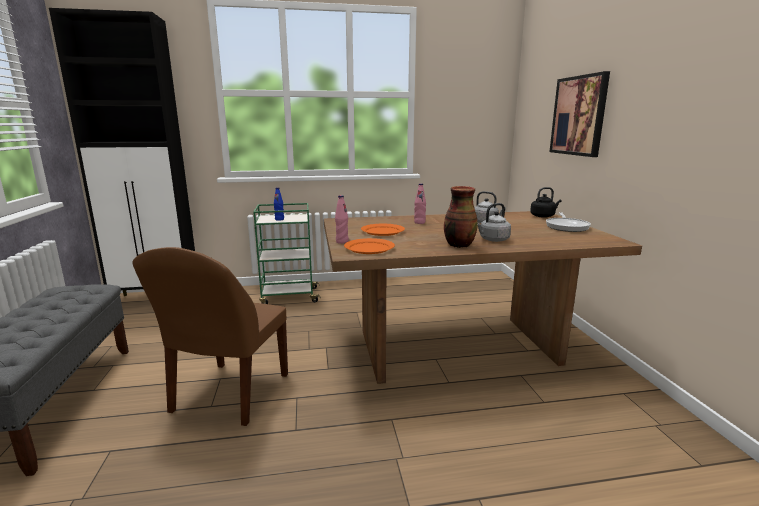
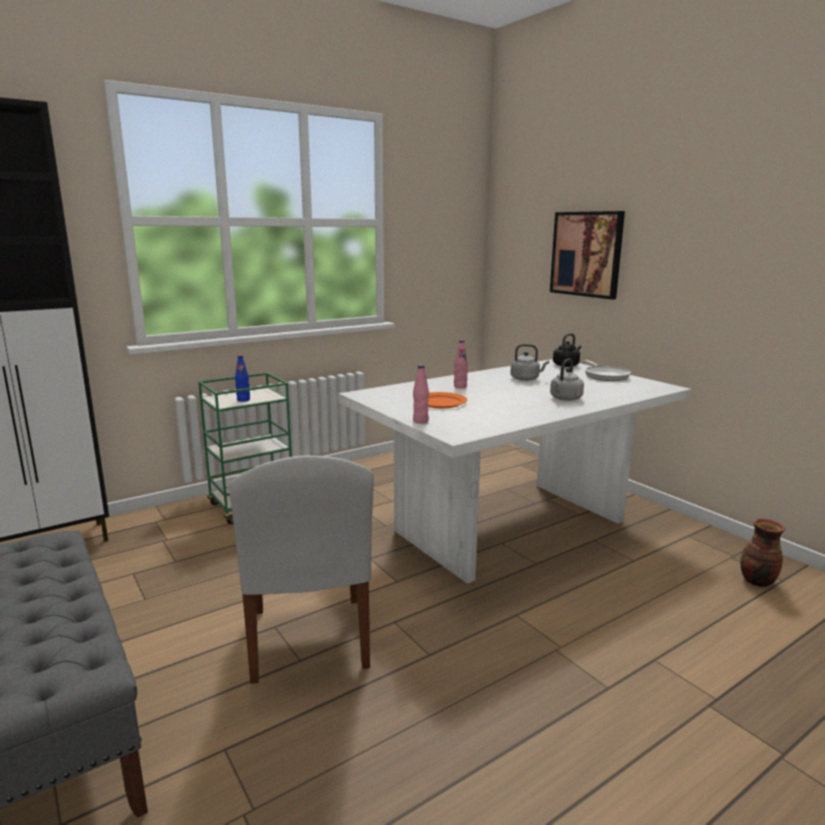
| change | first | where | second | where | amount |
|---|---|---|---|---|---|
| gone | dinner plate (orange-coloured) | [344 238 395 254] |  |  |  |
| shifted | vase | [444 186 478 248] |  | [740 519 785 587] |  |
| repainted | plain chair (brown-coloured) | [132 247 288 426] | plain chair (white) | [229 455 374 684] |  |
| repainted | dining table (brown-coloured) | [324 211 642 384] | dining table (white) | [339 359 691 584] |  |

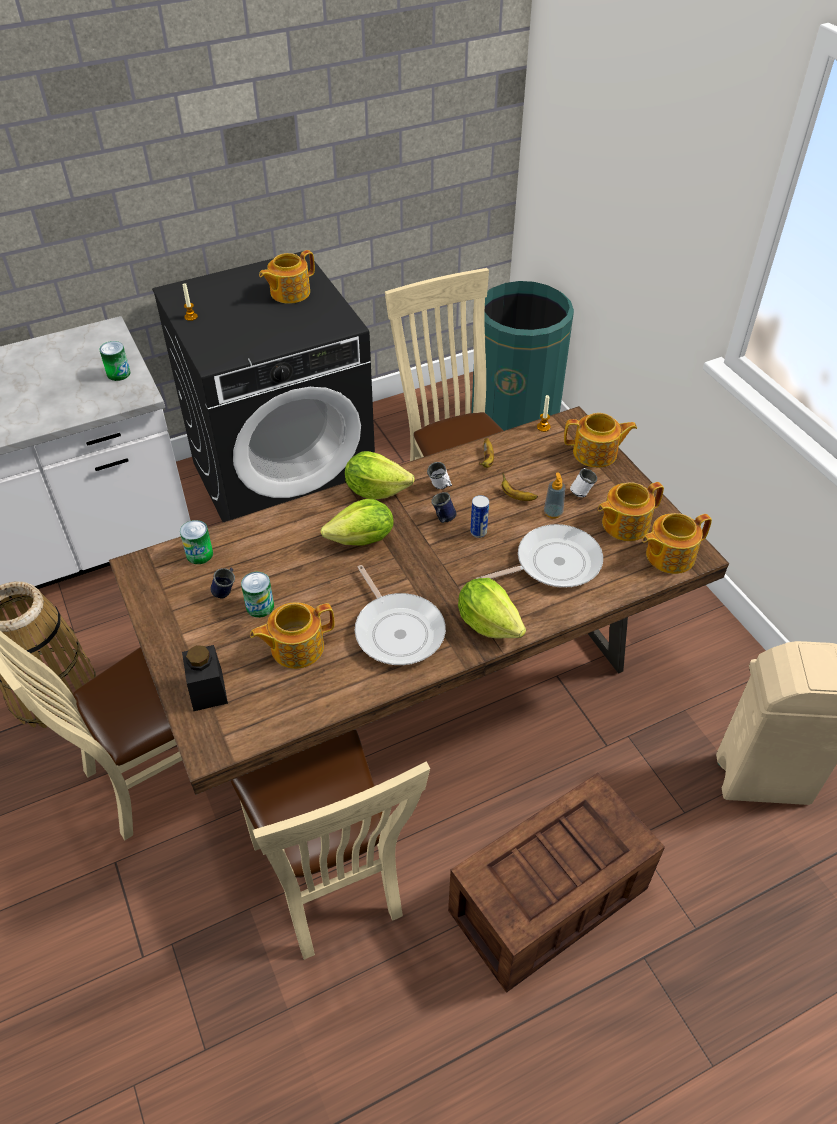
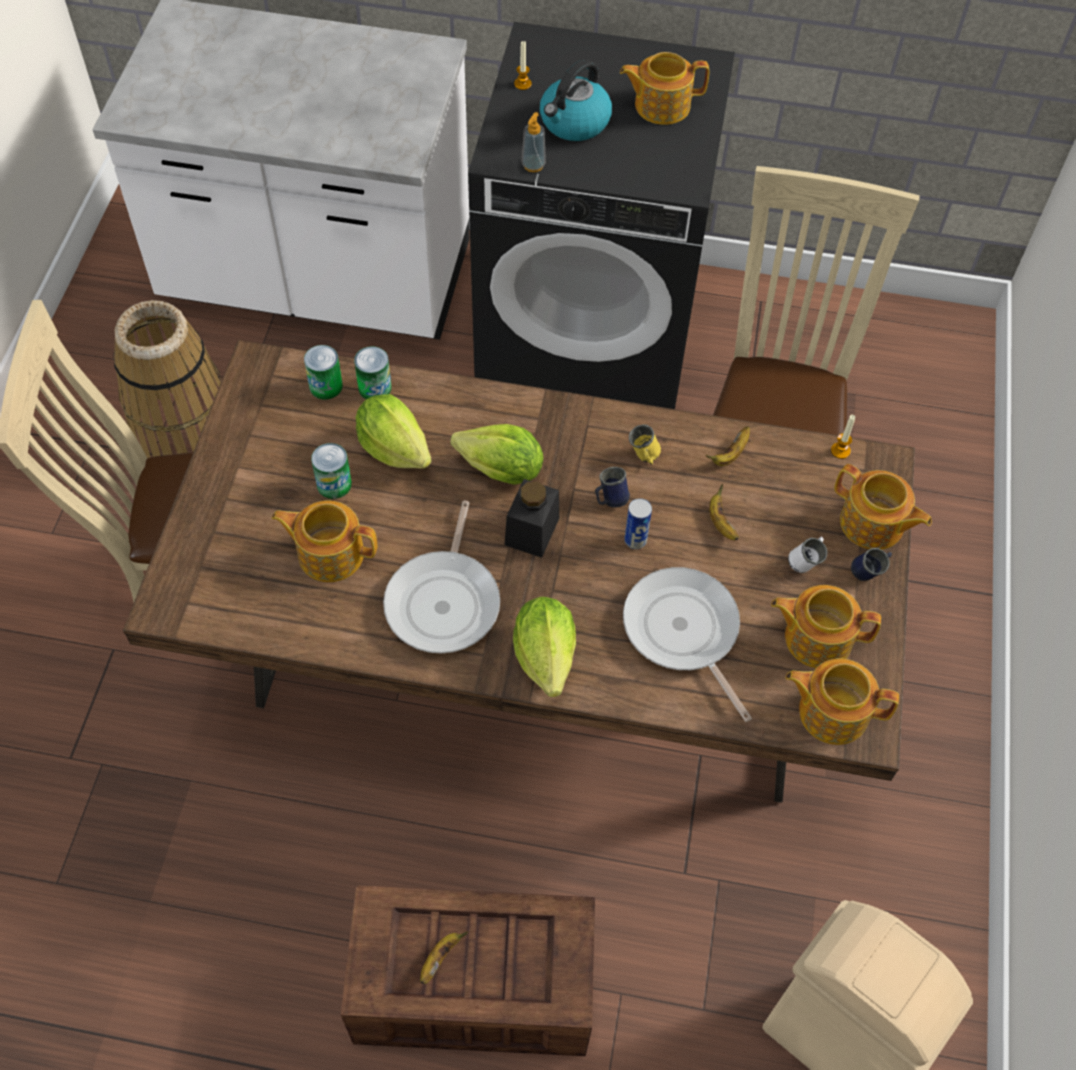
| change | first | where | second | where | amount |
|---|---|---|---|---|---|
| gone | plain chair (beige-coloured) | [231 729 430 960] |  |  |  |
| gone | trash can (green-coloured) | [471 281 574 431] |  |  |  |
| new |  |  | whole banana | [420 931 468 984] |  |
| new |  |  | water kettle | [540 59 612 141] |  |
| shifted | sealed can | [99 341 131 381] |  | [354 346 392 399] |  |
| shifted | storage jar (black) | [182 645 228 711] |  | [505 479 559 558] |  |
| shifted | mug (bluish) | [211 568 235 598] |  | [851 548 892 581] |  |
| shifted | head of lettuce | [345 451 415 499] |  | [356 394 432 468] |  |
| shifted | soap dispenser | [544 472 565 519] |  | [522 112 546 172] |  |
| repainted | mug (white) | [427 462 452 489] | mug (yellow-coloured) | [629 424 661 464] |  |
| rotated | skillet | [476 524 603 588] |  | [623 567 752 722] | 135 degrees counterclockwise |

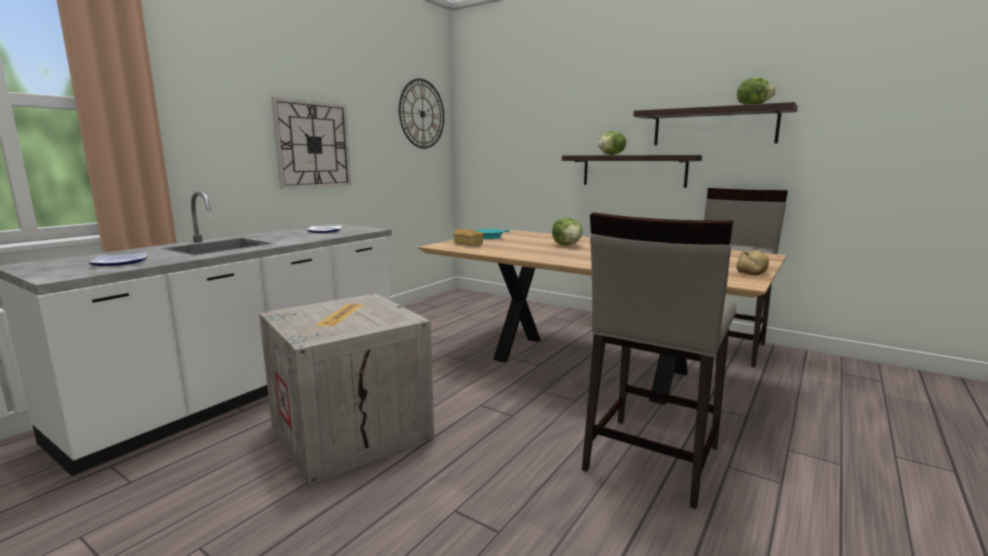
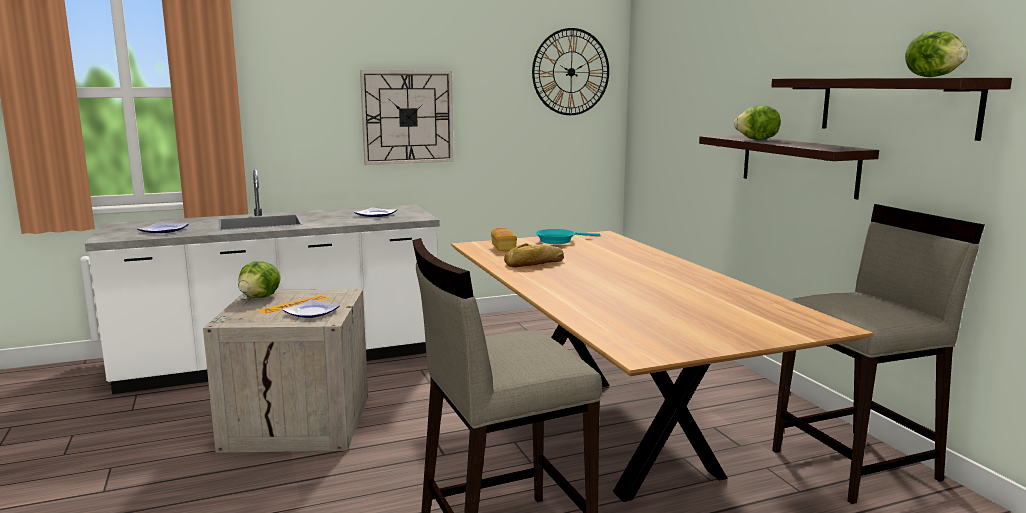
| change | first | where | second | where | amount |
|---|---|---|---|---|---|
| new |  |  | dinner plate | [283 299 340 318] |  |
| shifted | head of lettuce | [552 218 582 245] |  | [238 261 281 298] |  |
| shifted | bread | [737 251 769 275] |  | [504 243 564 267] |  |

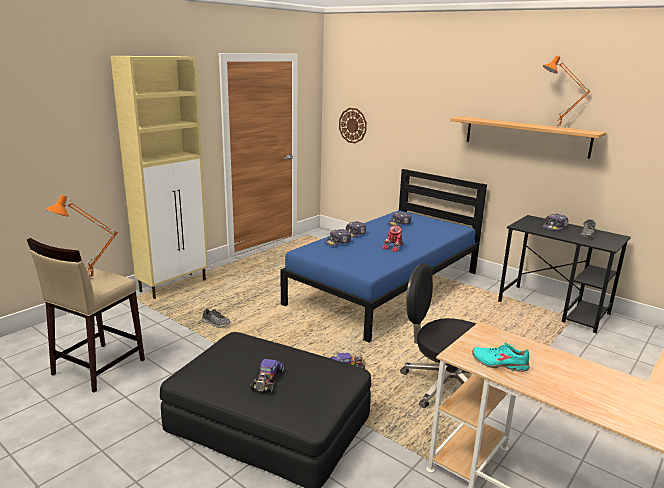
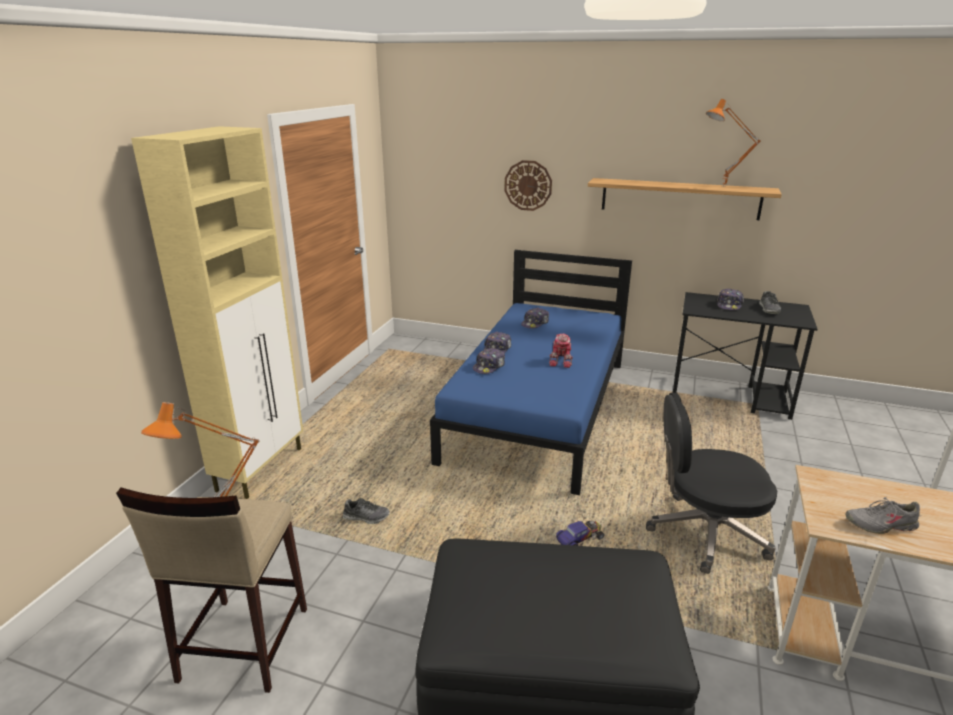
| change | first | where | second | where | amount |
|---|---|---|---|---|---|
| gone | toy car | [250 359 284 392] |  |  |  |
| shifted | clock on the wall | [339 108 367 143] |  | [504 160 552 211] |  |
| repainted | item of footwear (turquoise) | [472 343 529 372] | item of footwear (grey) | [845 497 920 534] |  |

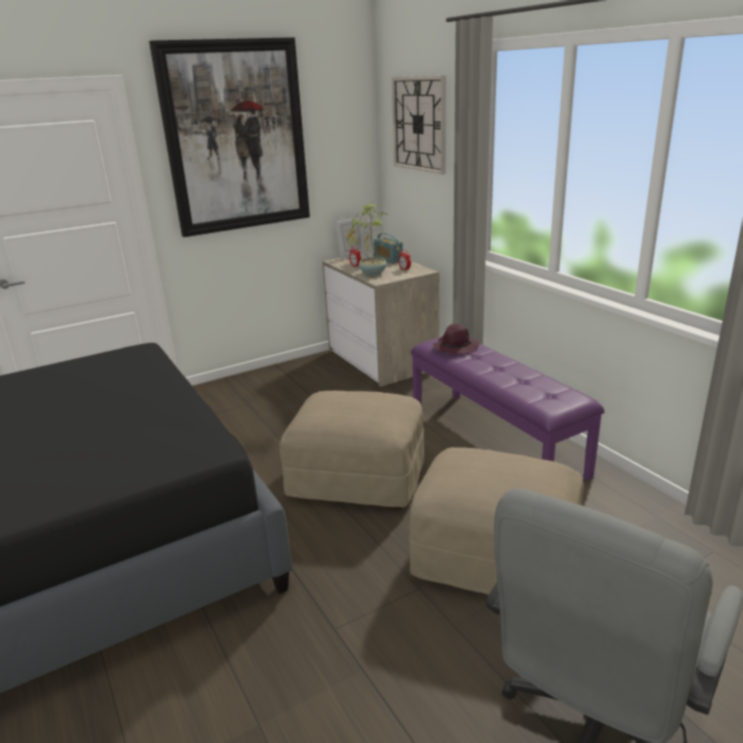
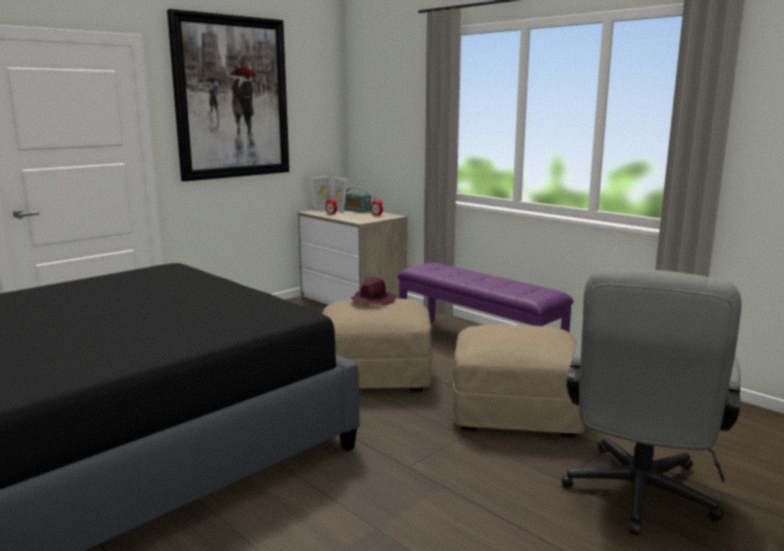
| change | first | where | second | where | amount |
|---|---|---|---|---|---|
| gone | houseplant | [350 202 388 276] |  |  |  |
| gone | clock on the wall | [392 76 446 174] |  |  |  |
| shifted | wearable hat (purple) | [433 324 479 354] |  | [351 277 396 305] |  |

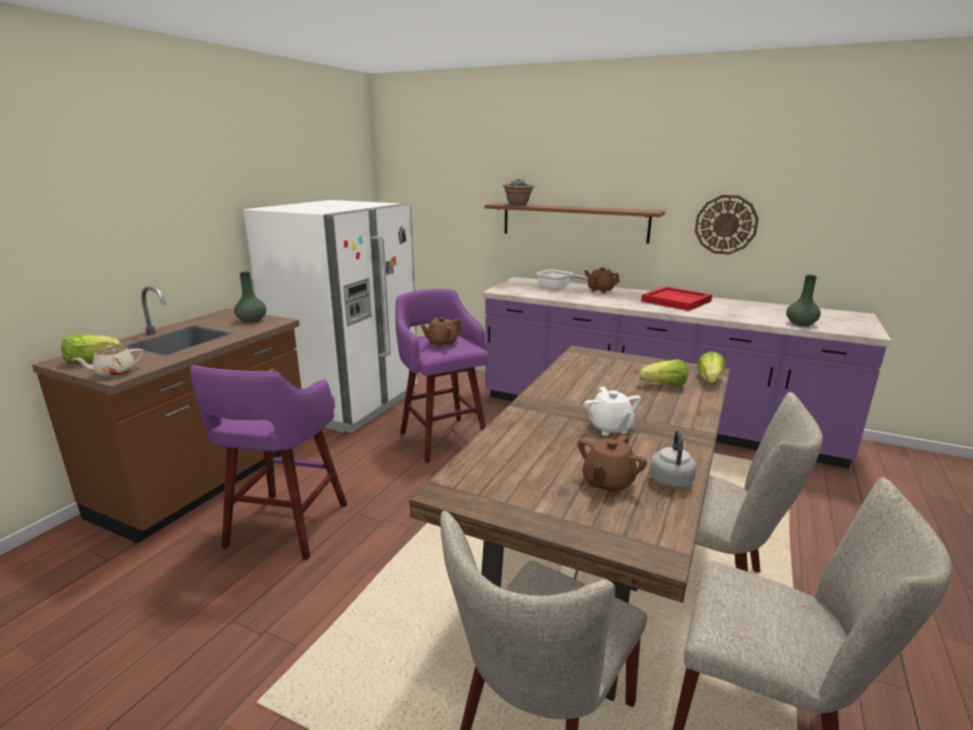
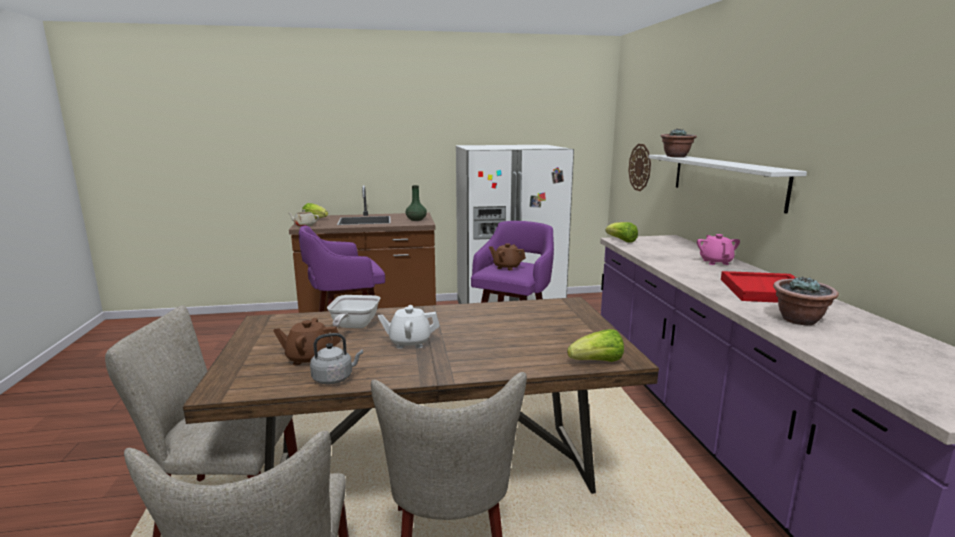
| change | first | where | second | where | amount |
|---|---|---|---|---|---|
| gone | vase (green-coloured) | [786 275 821 326] |  |  |  |
| new |  |  | houseplant | [773 277 839 325] |  |
| shifted | skillet | [536 269 588 290] |  | [327 295 380 328] |  |
| shifted | head of lettuce | [639 359 688 386] |  | [606 222 638 243] |  |
| shifted | clock on the wall | [695 195 759 255] |  | [628 144 651 191] |  |
| repainted | bracket shelf (brown-coloured) | [484 203 665 244] | bracket shelf (white) | [648 155 807 214] |  |
| repainted | pot for tea (brown-coloured) | [584 267 620 293] | pot for tea (pink-coloured) | [697 234 740 265] |  |
| rotated | pot for tea (white) | [584 387 641 436] |  | [378 305 440 349] | 45 degrees clockwise |

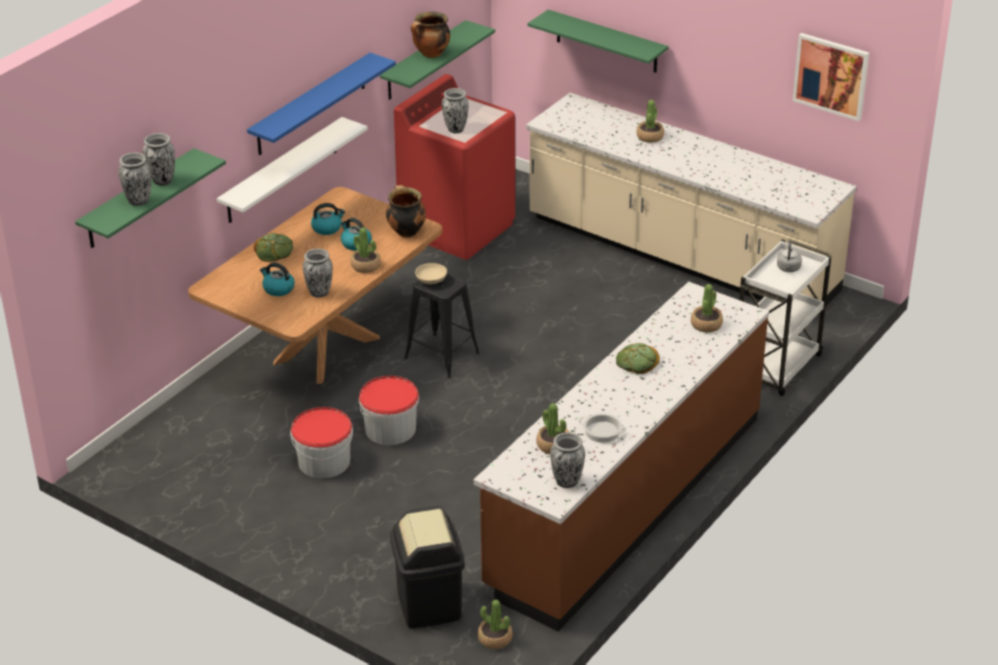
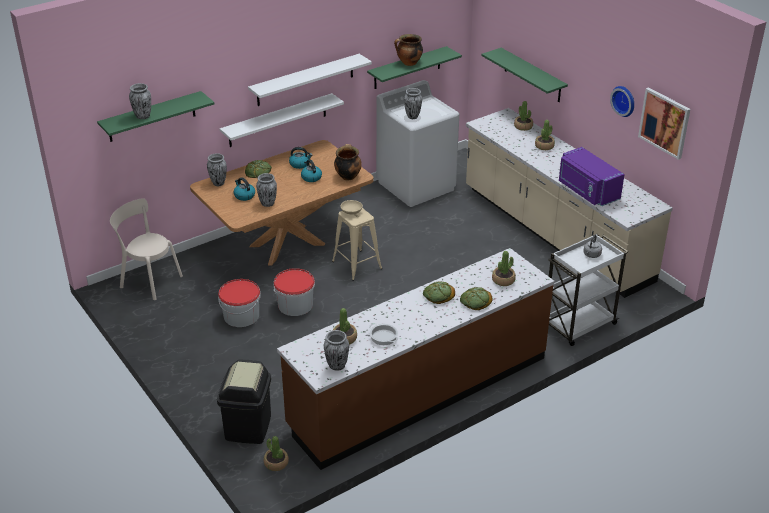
| change | first | where | second | where | amount |
|---|---|---|---|---|---|
| new |  |  | plain chair (beige-coloured) | [110 198 183 300] |  |
| new |  |  | bread | [460 287 493 310] |  |
| new |  |  | kitchen microwave (purple) | [559 147 625 206] |  |
| new |  |  | clock on the wall | [610 86 634 117] |  |
| shifted | vase | [143 133 175 186] |  | [207 153 227 186] |  |
| shifted | houseplant | [351 227 381 273] |  | [514 101 533 131] |  |
| repainted | bracket shelf (bluish) | [247 53 396 155] | bracket shelf (white) | [248 54 372 106] |  |
| repainted | washing machine (reddish) | [394 74 515 260] | washing machine (white) | [376 80 459 207] |  |
| repainted | stool seat (black) | [404 274 480 378] | stool seat (beige-coloured) | [332 208 382 281] |  |

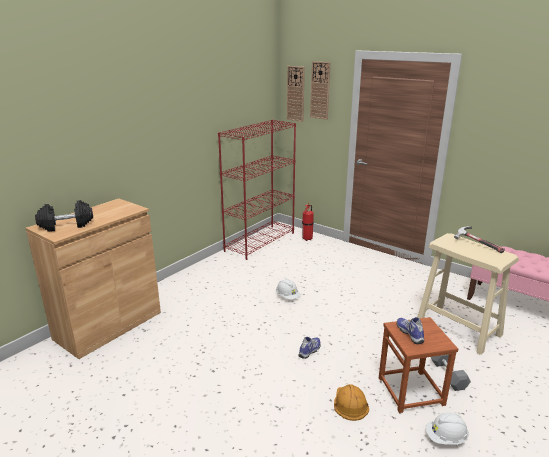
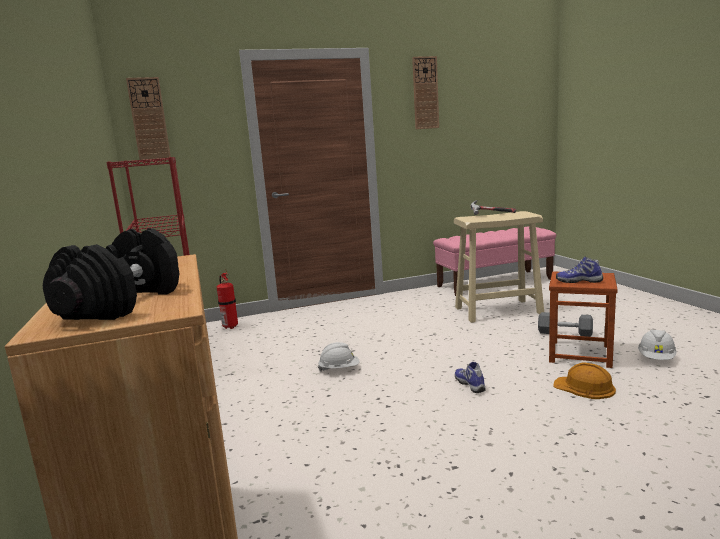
| change | first | where | second | where | amount |
|---|---|---|---|---|---|
| shifted | clock on the wall | [310 61 330 120] |  | [412 56 439 129] |  |

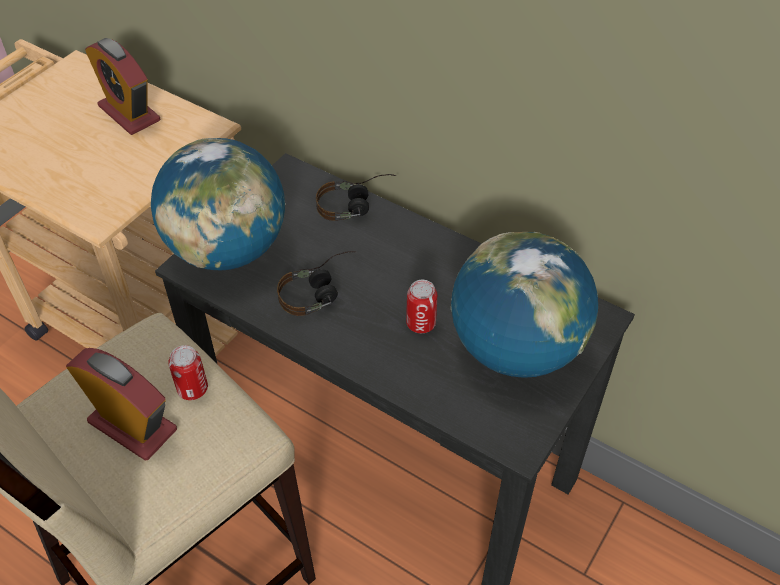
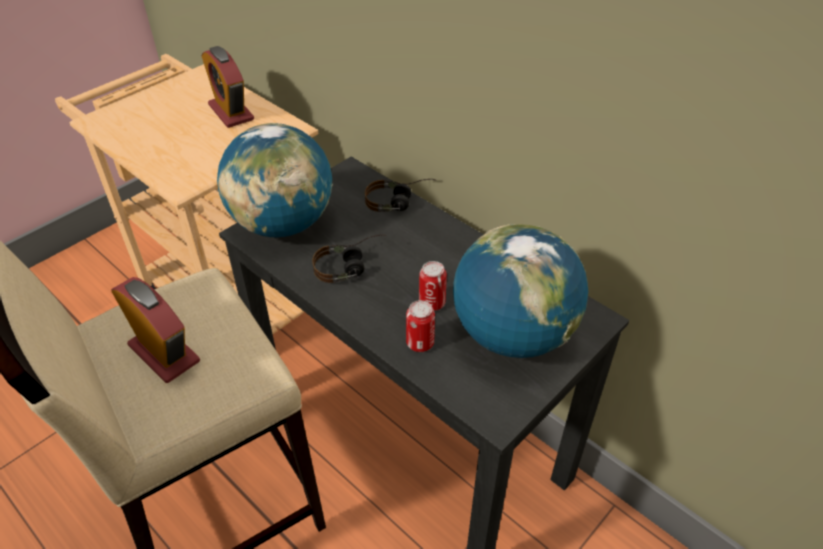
| change | first | where | second | where | amount |
|---|---|---|---|---|---|
| shifted | sealed can | [169 345 208 400] |  | [406 300 435 352] |  |

